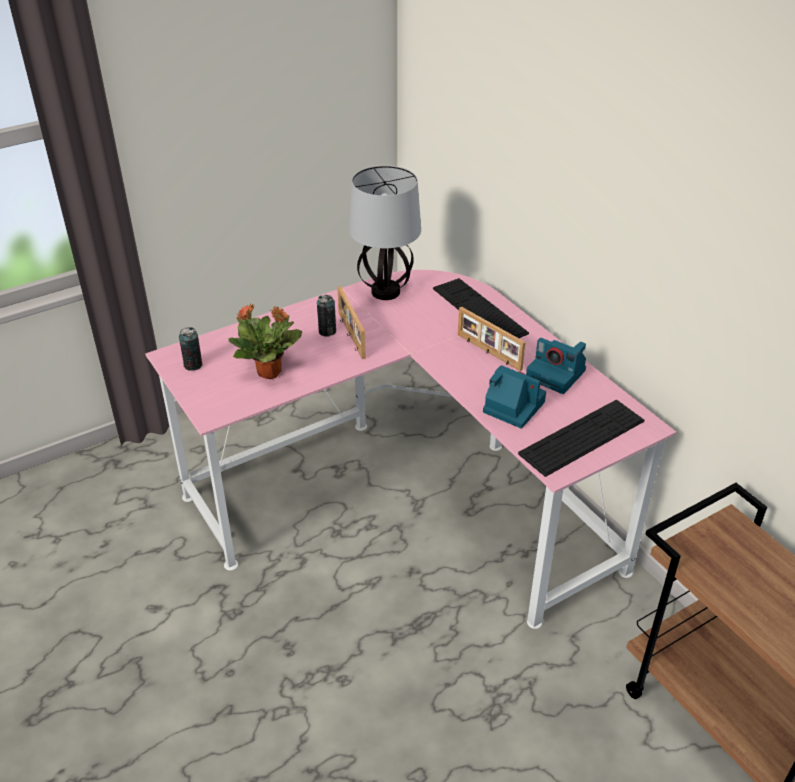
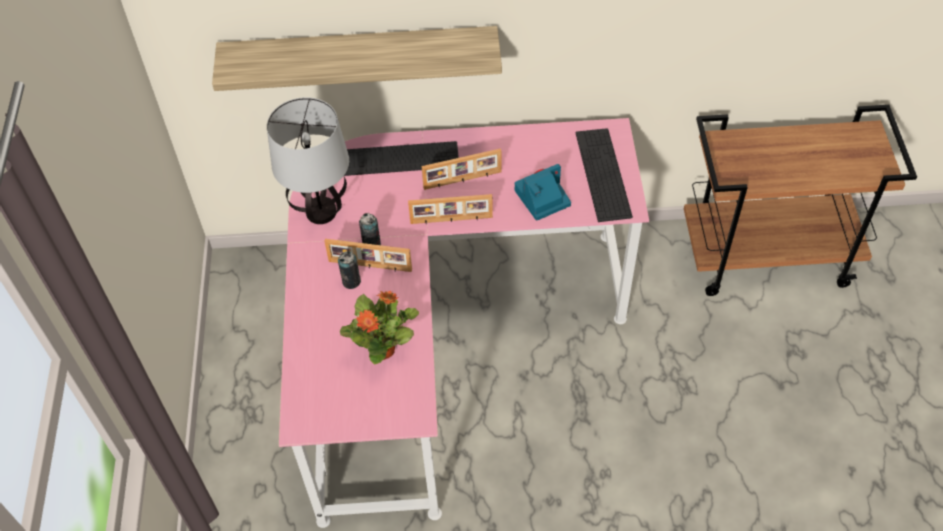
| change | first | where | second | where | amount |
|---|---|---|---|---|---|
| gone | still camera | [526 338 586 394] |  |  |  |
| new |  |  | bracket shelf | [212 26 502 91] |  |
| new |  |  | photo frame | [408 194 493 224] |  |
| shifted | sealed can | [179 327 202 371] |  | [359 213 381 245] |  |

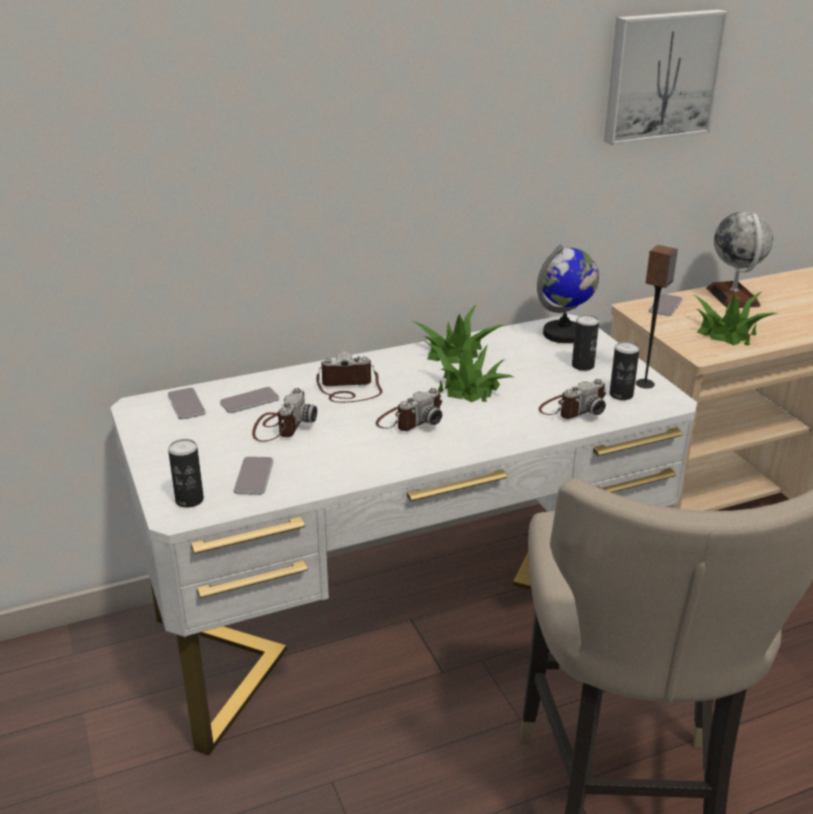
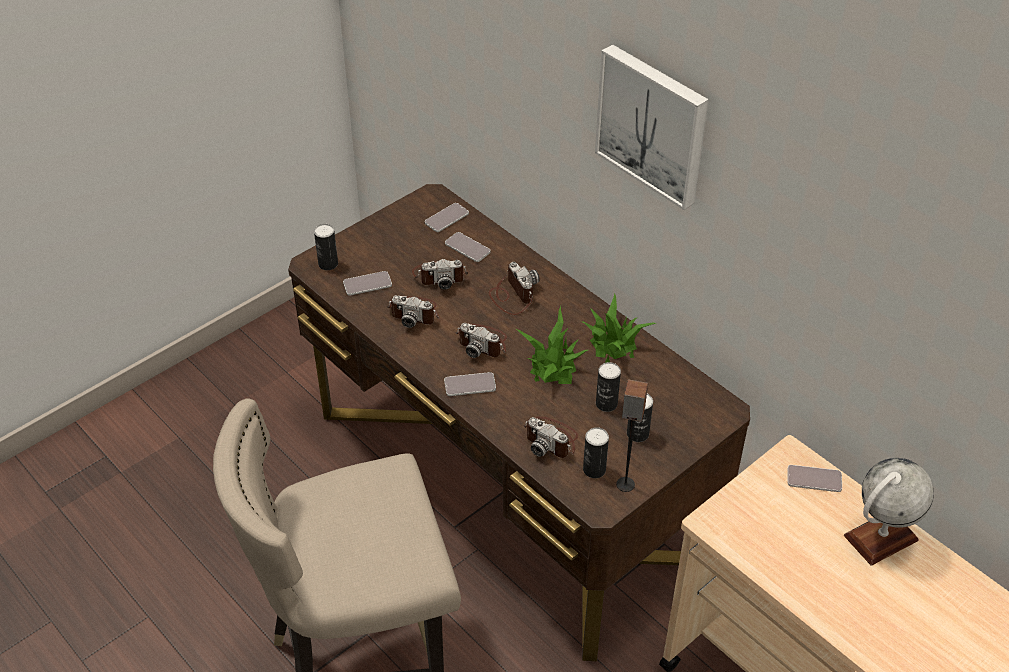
| change | first | where | second | where | amount |
|---|---|---|---|---|---|
| gone | desk globe | [537 245 599 343] |  |  |  |
| gone | houseplant | [694 291 778 346] |  |  |  |
| new |  |  | still camera | [387 295 439 328] |  |
| new |  |  | telephone | [444 372 496 396] |  |
| new |  |  | sealed can | [596 362 621 412] |  |
| shifted | wall picture | [604 9 728 145] |  | [595 45 709 210] |  |
| repainted | desk unit (white) | [110 314 697 755] | desk unit (brown-coloured) | [288 184 750 661] |  |

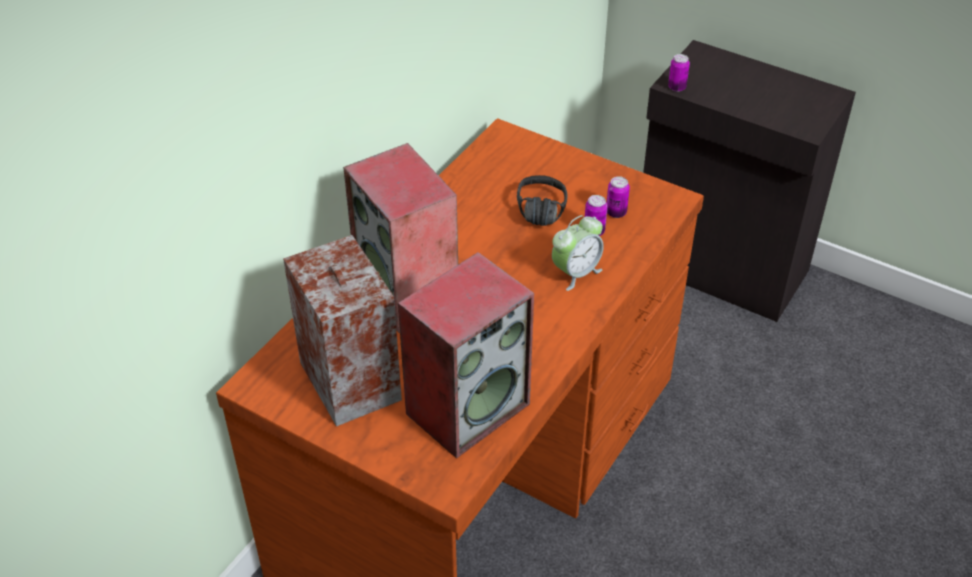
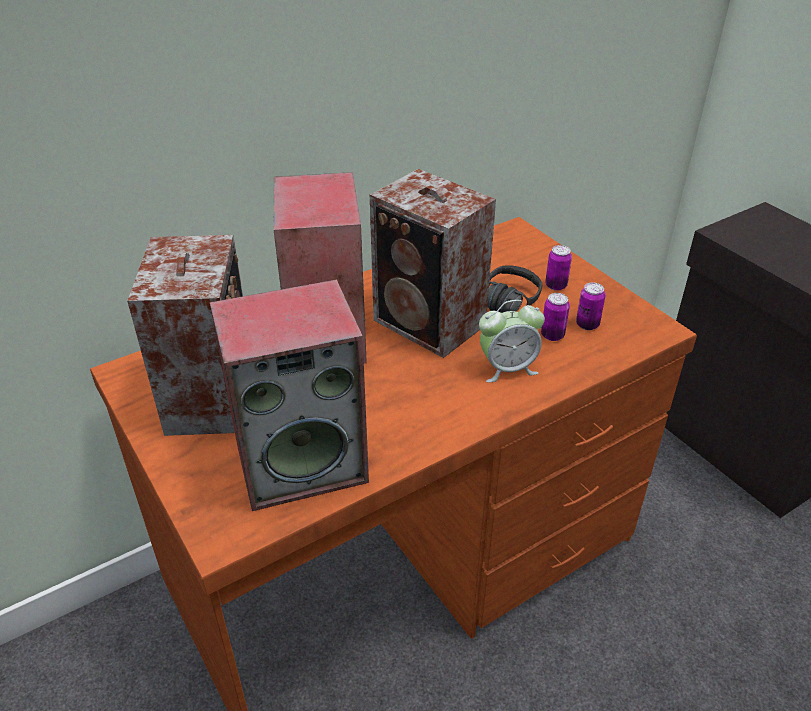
| change | first | where | second | where | amount |
|---|---|---|---|---|---|
| new |  |  | loudspeaker | [370 169 496 358] |  |
| shifted | sealed can | [668 54 690 92] |  | [545 245 572 291] |  |

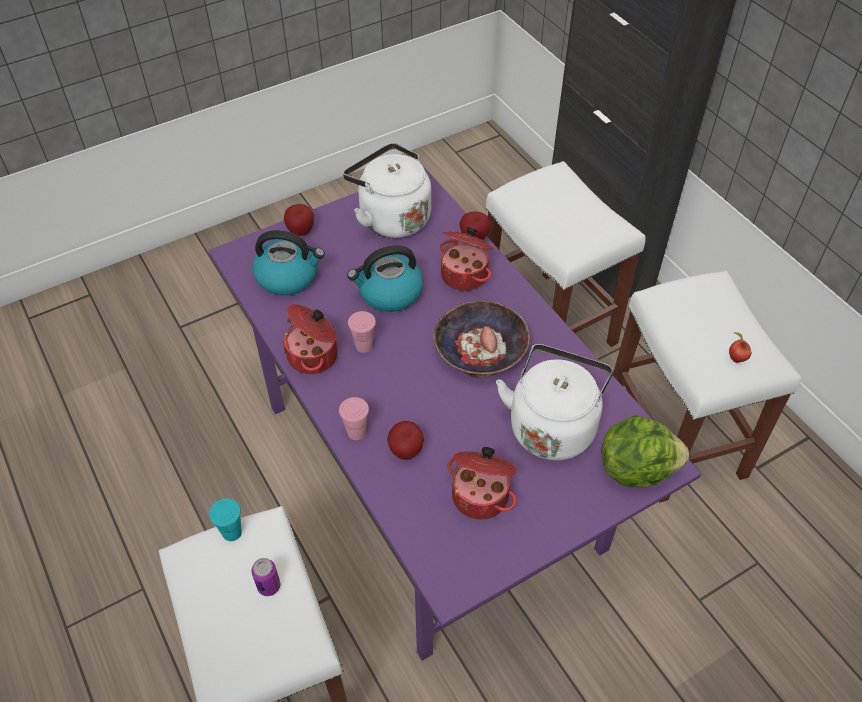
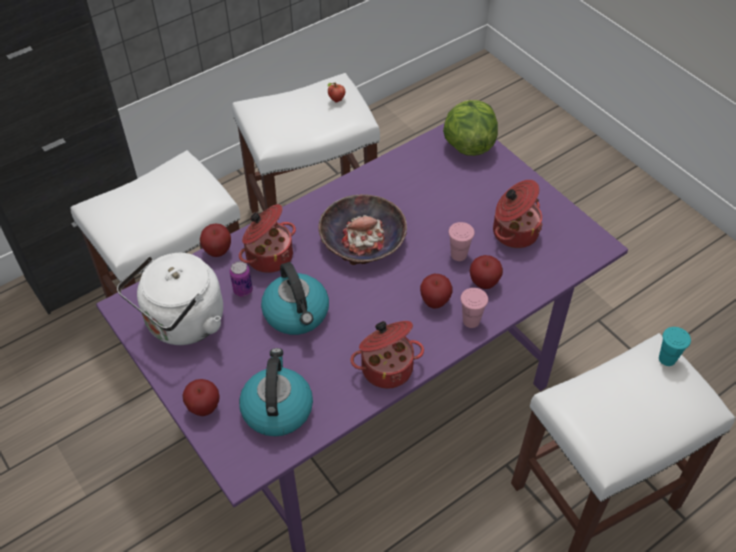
| change | first | where | second | where | amount |
|---|---|---|---|---|---|
| gone | water kettle (white) | [496 344 613 460] |  |  |  |
| new |  |  | apple | [420 274 453 309] |  |
| shifted | small cup (turquoise) | [209 499 242 541] |  | [659 327 691 366] |  |
| shifted | sealed can | [252 558 280 596] |  | [230 261 253 297] |  |
| shifted | small cup (pink-coloured) | [348 311 376 353] |  | [448 222 475 261] |  |

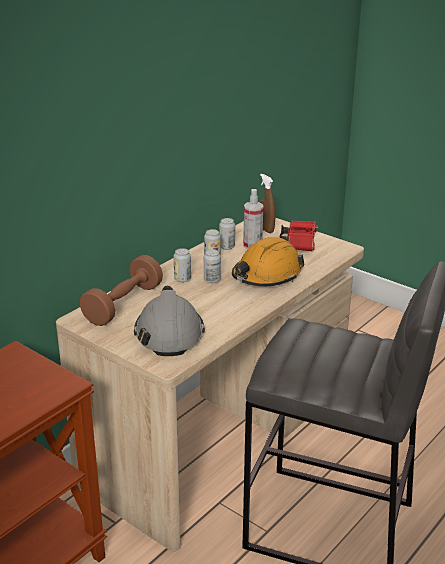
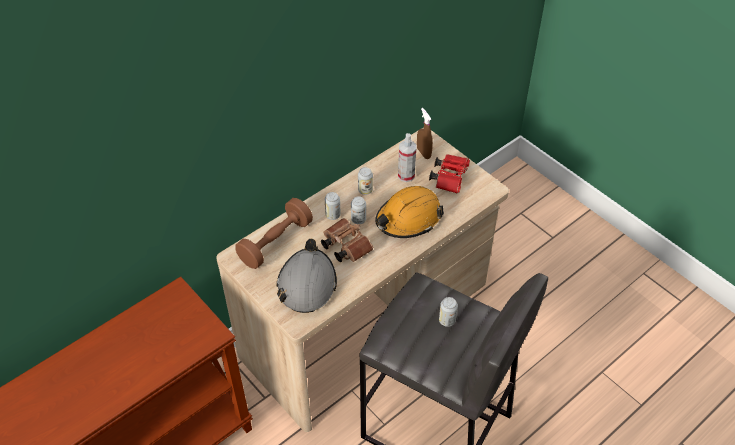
| change | first | where | second | where | amount |
|---|---|---|---|---|---|
| new |  |  | binoculars (brown-coloured) | [321 218 373 262] |  |
| shifted | sealed can | [219 218 235 250] |  | [439 297 458 327] |  |

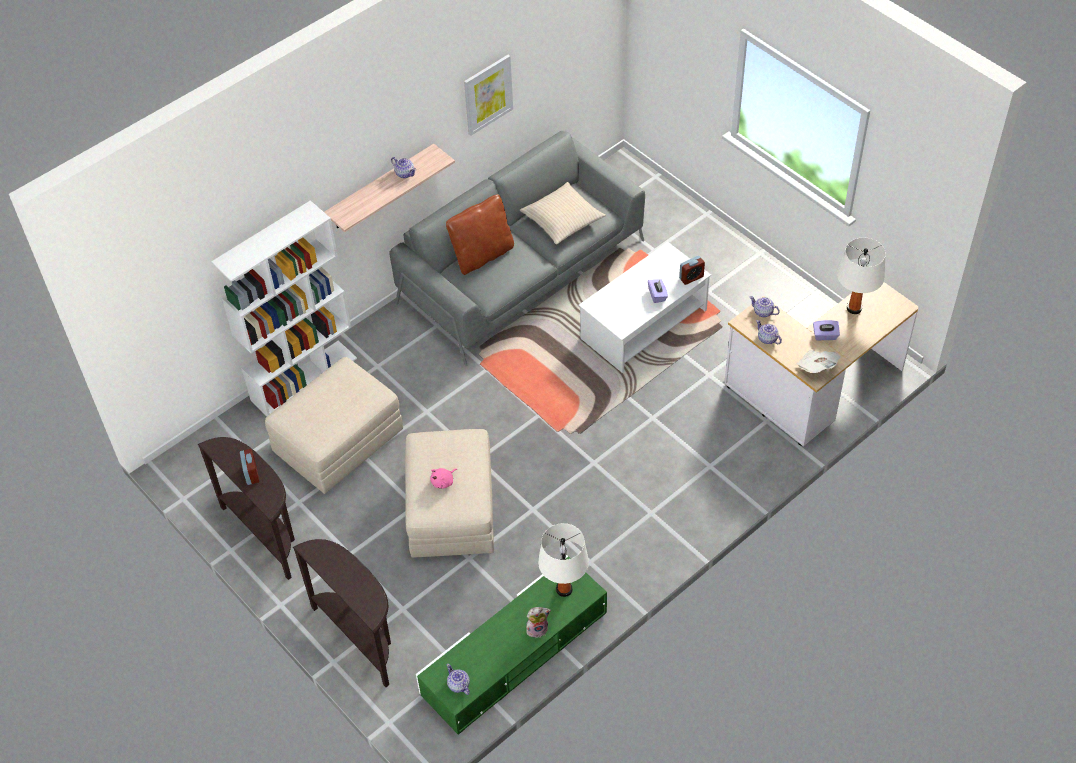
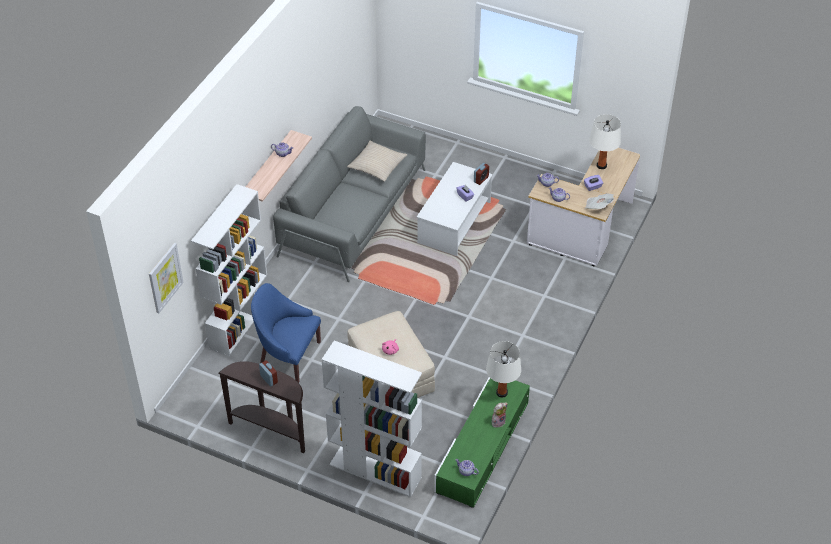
| change | first | where | second | where | amount |
|---|---|---|---|---|---|
| gone | cushion (brown-coloured) | [446 194 514 275] |  |  |  |
| shifted | wall picture | [464 55 513 136] |  | [149 243 184 313] |  |
| swapped | pouffe (beige-coloured) | [265 357 403 494] | easy chair (bluish) | [251 283 321 383] |  |
| swapped | console table (brown-coloured) | [293 539 391 687] | shelving unit (white) | [321 341 422 497] |  |

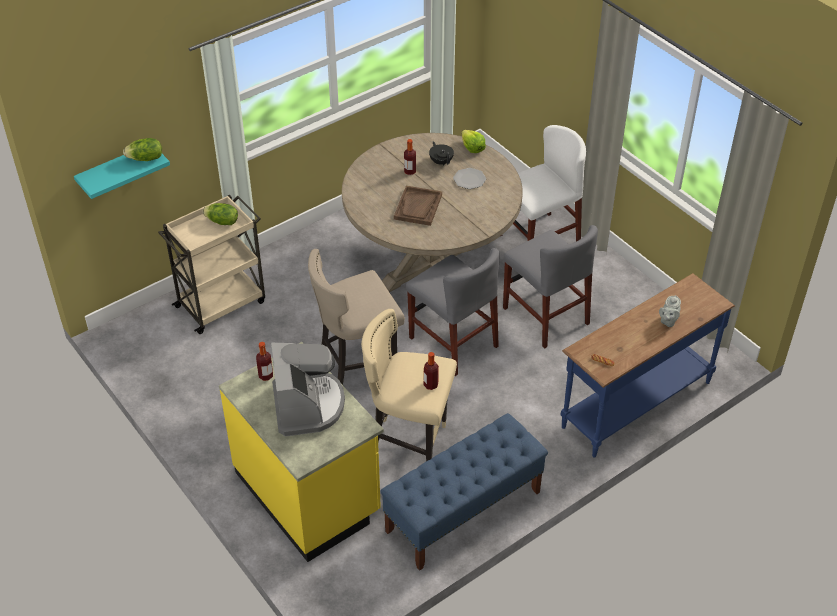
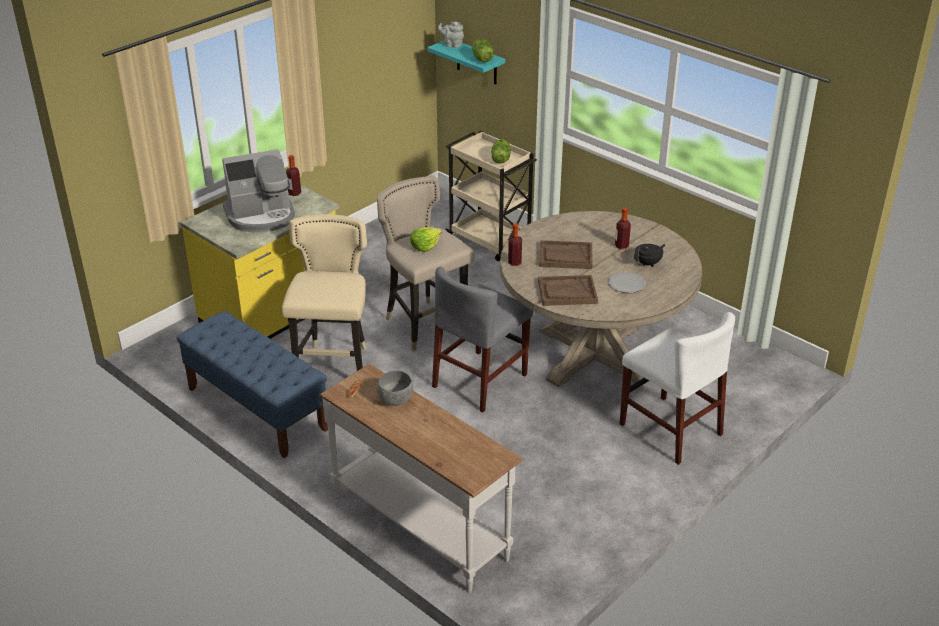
| change | first | where | second | where | amount |
|---|---|---|---|---|---|
| gone | plain chair (grey) | [503 225 598 349] |  |  |  |
| new |  |  | serving bowl (grey) | [377 371 413 406] |  |
| new |  |  | tray (brown-coloured) | [538 275 598 306] |  |
| shifted | beverage bottle | [424 352 439 390] |  | [508 223 522 266] |  |
| shifted | head of lettuce | [462 130 486 153] |  | [410 227 442 252] |  |
| shifted | pot for tea (grey) | [659 295 681 327] |  | [438 21 464 48] |  |
| repainted | console table (bluish) | [561 273 735 458] | console table (white) | [319 364 524 593] |  |

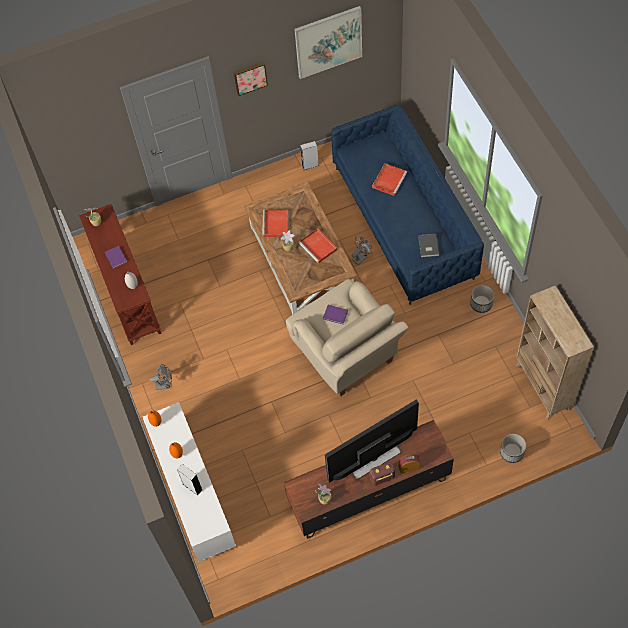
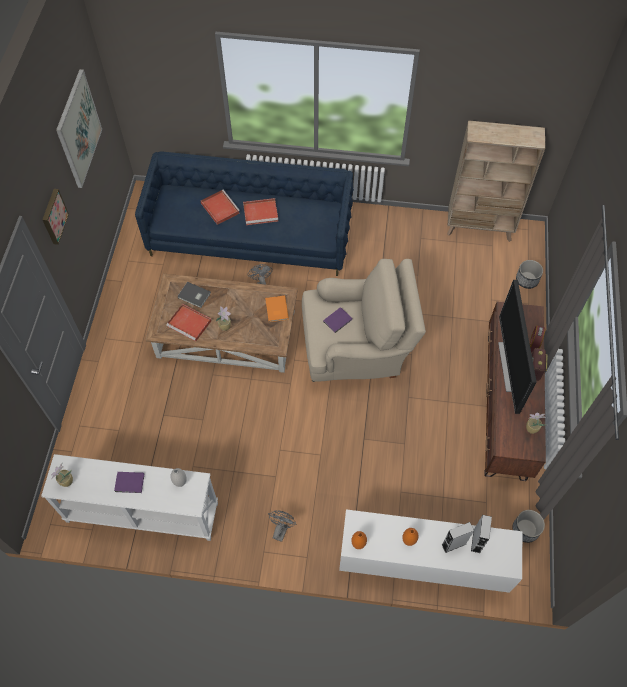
| change | first | where | second | where | amount |
|---|---|---|---|---|---|
| new |  |  | bound book (orange-coloured) | [265 296 289 322] |  |
| shifted | tray (reddish) | [298 229 337 264] |  | [243 198 278 225] |  |
| shifted | loudspeaker (grey) | [300 141 319 170] |  | [471 515 492 553] |  |
| shifted | bound book (grey) | [418 234 439 257] |  | [177 282 211 308] |  |
| shifted | planter | [470 285 494 313] |  | [512 510 545 543] |  |
| repainted | console table (brown-coloured) | [79 204 162 345] | console table (white) | [41 454 218 541] |  |

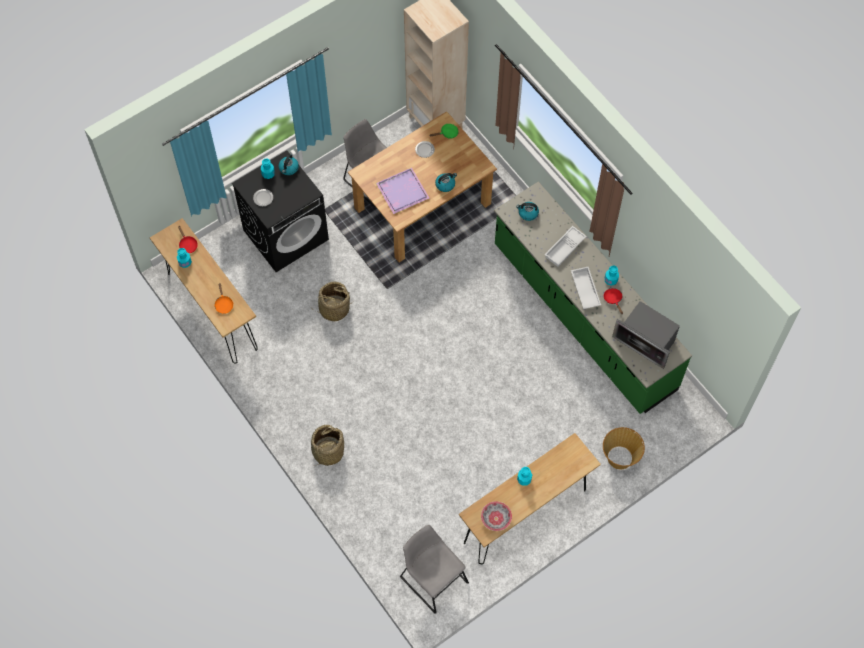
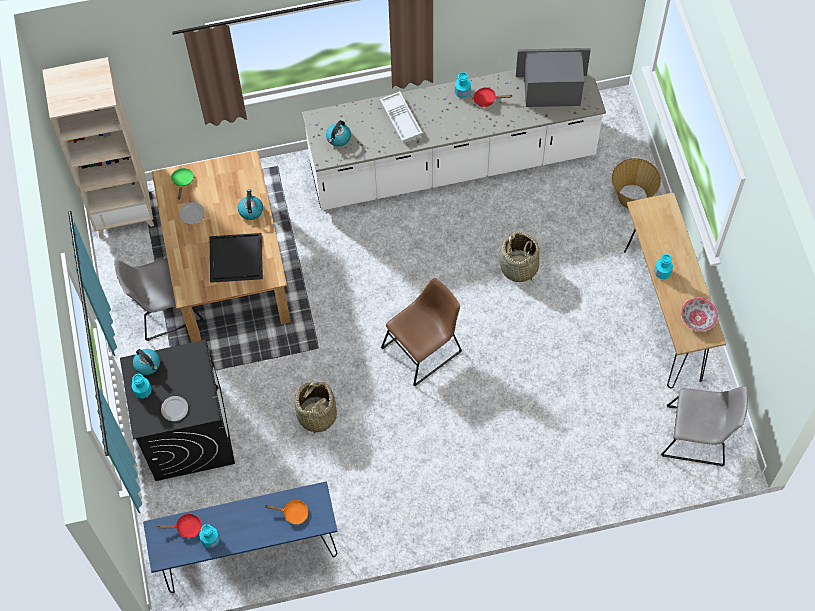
| change | first | where | second | where | amount |
|---|---|---|---|---|---|
| gone | tray (white) | [571 267 601 309] |  |  |  |
| new |  |  | plain chair (brown-coloured) | [381 278 462 386] |  |
| shifted | storage basket | [311 425 344 466] |  | [499 231 539 282] |  |
| repainted | console table (brown-coloured) | [150 218 258 364] | console table (bluish) | [143 481 338 593] |  |
| repainted | tray (purple) | [376 168 430 214] | tray (black) | [210 233 263 283] |  |
| repainted | kitchen counter (green-coloured) | [494 182 692 414] | kitchen counter (white) | [302 62 606 211] |  |
| rotated | plain chair (grey) | [400 525 469 614] |  | [661 386 748 466] | 150 degrees counterclockwise |
| rotated | kitchen microwave | [612 301 680 369] |  | [516 48 591 107] | 150 degrees counterclockwise |

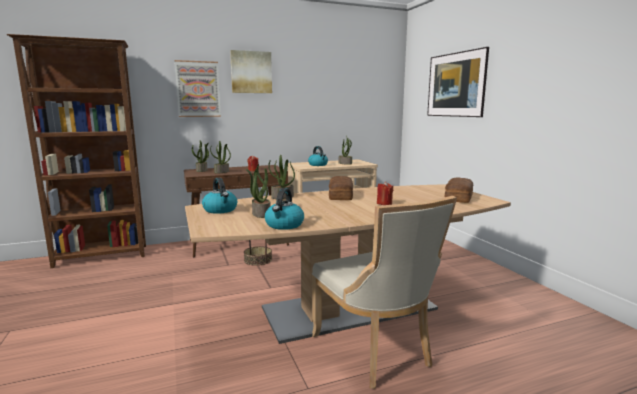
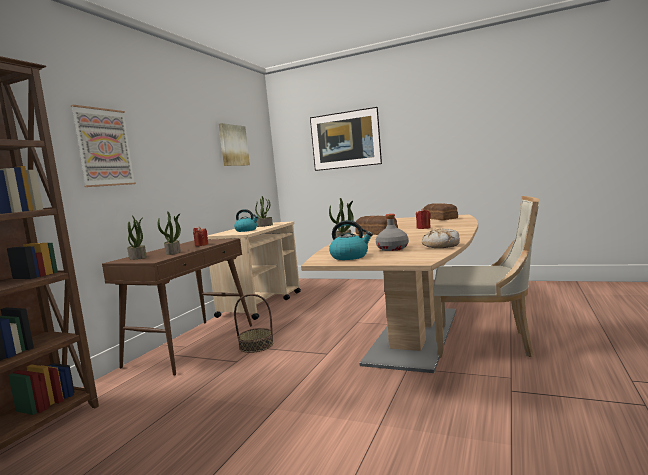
| change | first | where | second | where | amount |
|---|---|---|---|---|---|
| shifted | wall picture | [230 50 272 93] |  | [219 123 250 166] |  |
| swapped | houseplant | [246 164 270 218] | beverage bottle (grey) | [376 214 409 251] |  |
| swapped | water kettle | [265 188 304 230] | bread | [422 228 460 248] |  |

